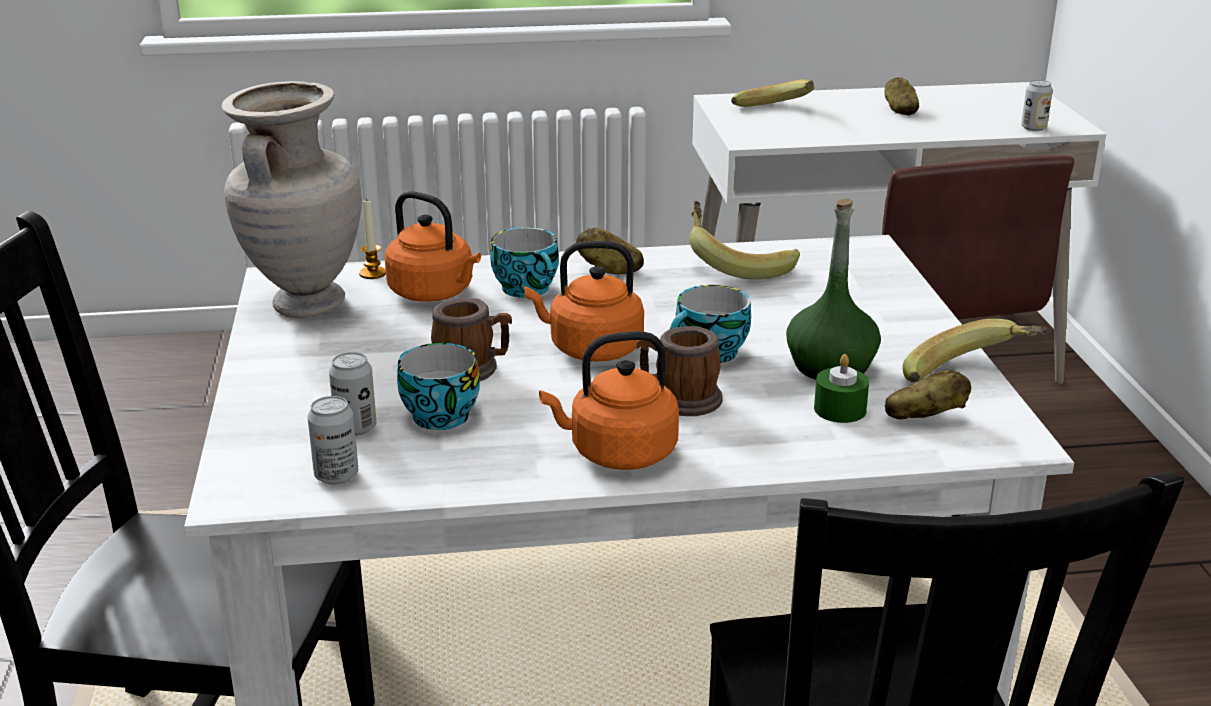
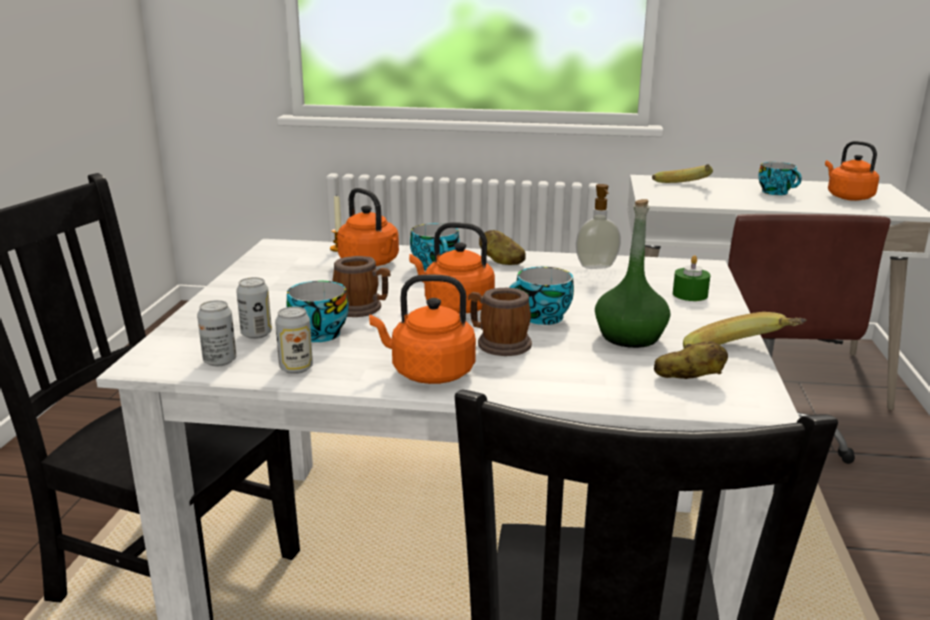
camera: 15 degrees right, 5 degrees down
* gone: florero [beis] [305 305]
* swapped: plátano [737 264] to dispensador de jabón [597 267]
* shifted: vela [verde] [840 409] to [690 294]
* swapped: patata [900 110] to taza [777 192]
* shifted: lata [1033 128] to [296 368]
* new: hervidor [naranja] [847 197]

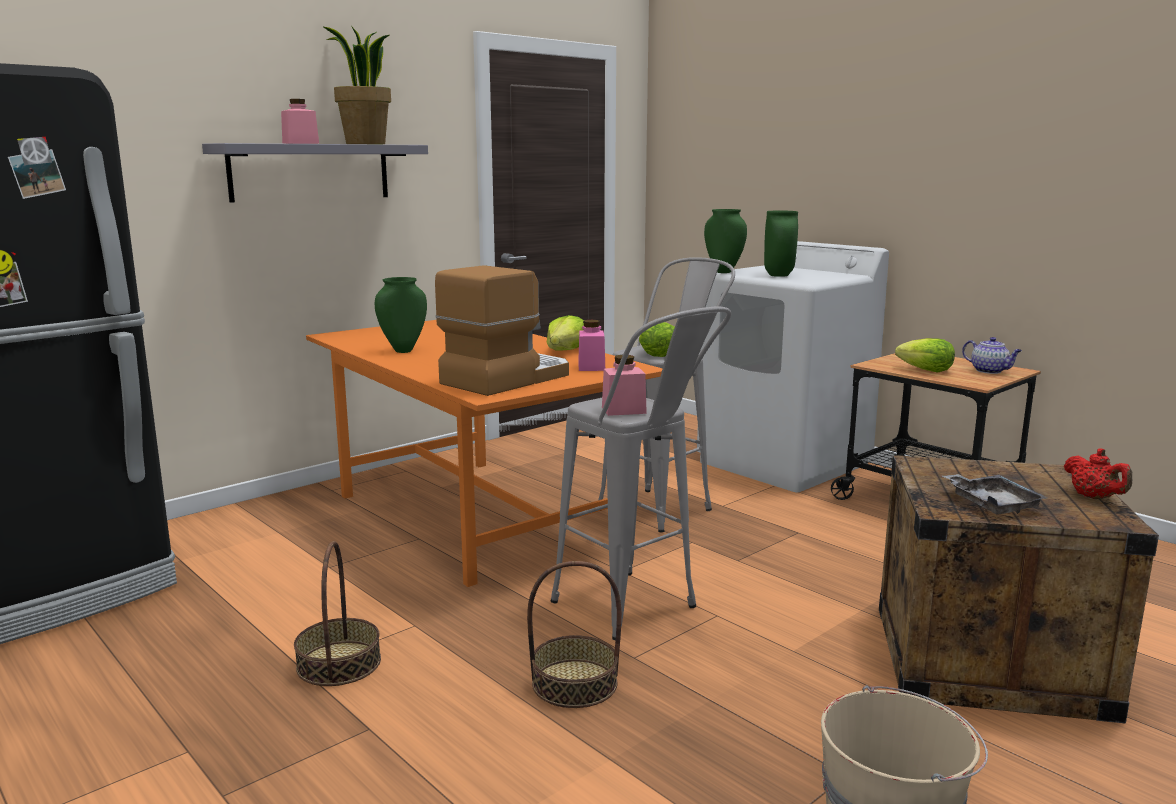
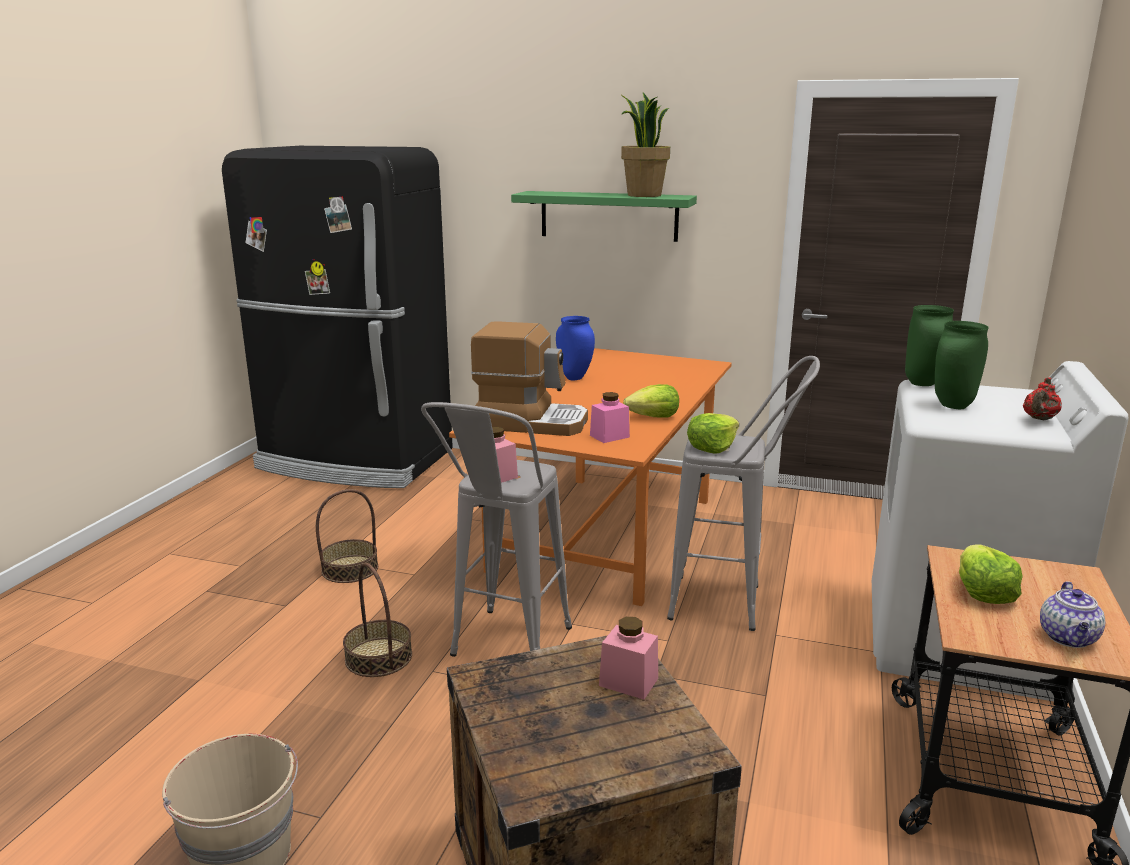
camera: 60 degrees right, 5 degrees up
* repainted: estante [gris] [310 172] to estante [verde] [608 216]
* shifted: tarro [rosa] [300 143] to [628 682]
* repainted: florero [verde] [403 351] to florero [azul] [574 378]
* gone: bandeja [gris] [992 504]
* shifted: tetera [rojo] [1094 498] to [1039 419]

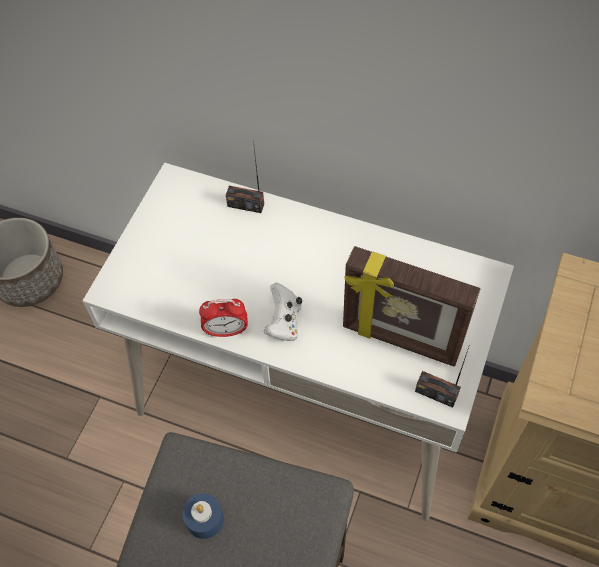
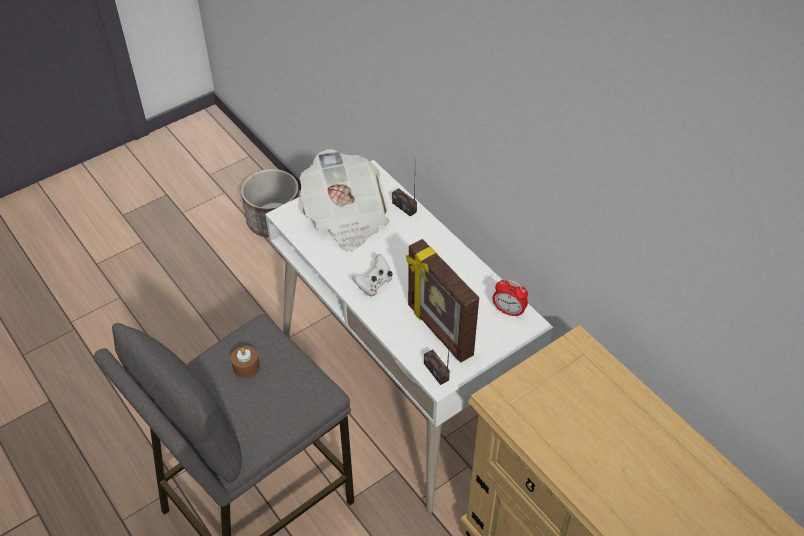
camera: 30 degrees right, 10 degrees down
* repainted: vela [azul] [204 519] to vela [marrón] [246 367]
* shifted: despertador [226 331] to [508 311]
* new: periódico [345 217]

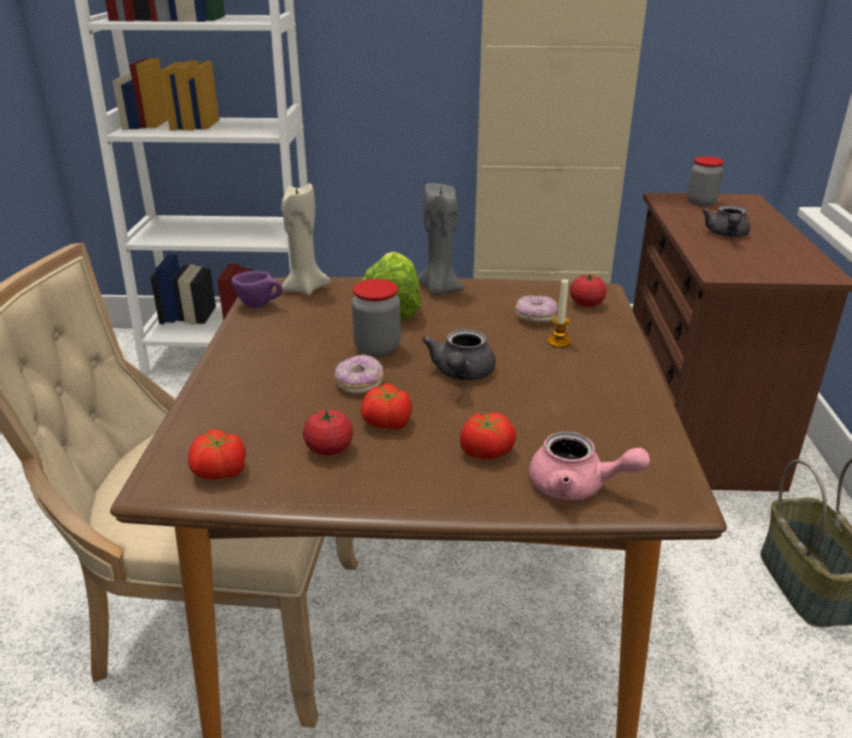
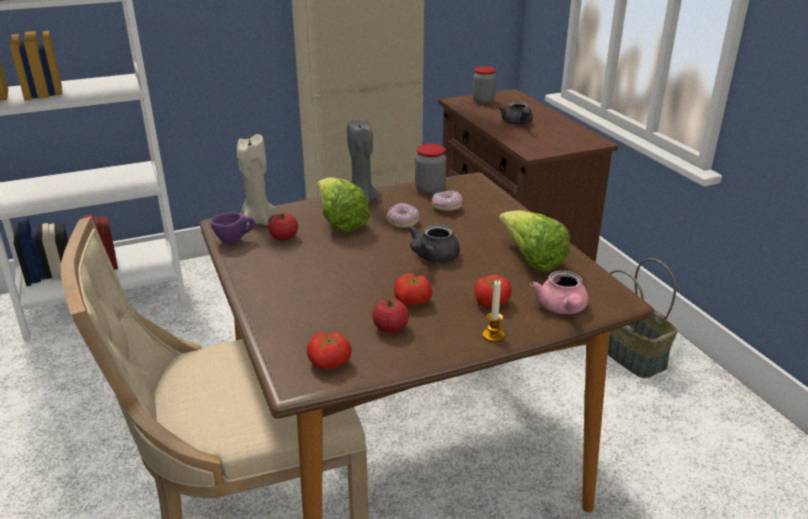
camera: 25 degrees left, 0 degrees up
* shifted: rosquilla [359 384] to [402 222]
* shifted: tarro [377 348] to [430 190]
* rotated: tetera [gris] [461 374] = [432 257] 45 degrees clockwise
* rotated: tetera [rosa] [577 487] = [562 309] 90 degrees clockwise
* shifted: vela [559 342] to [493 335]
* shifted: tomate [586 304] to [284 237]
* new: lechuga [531 259]

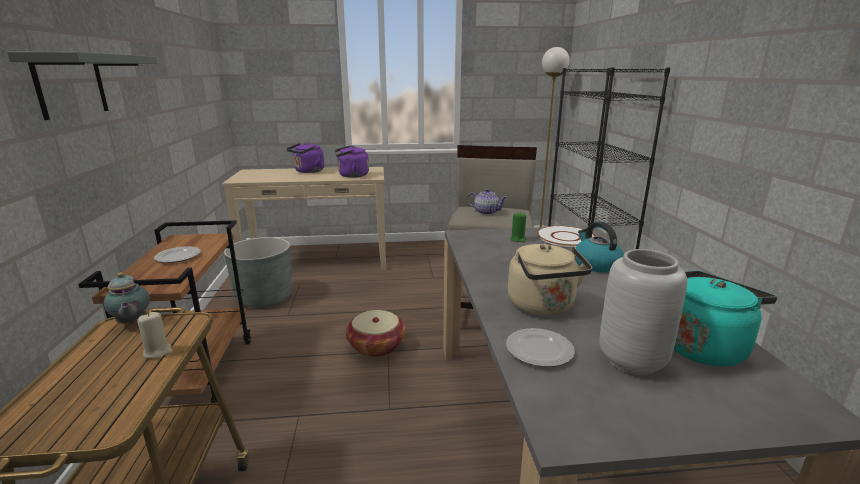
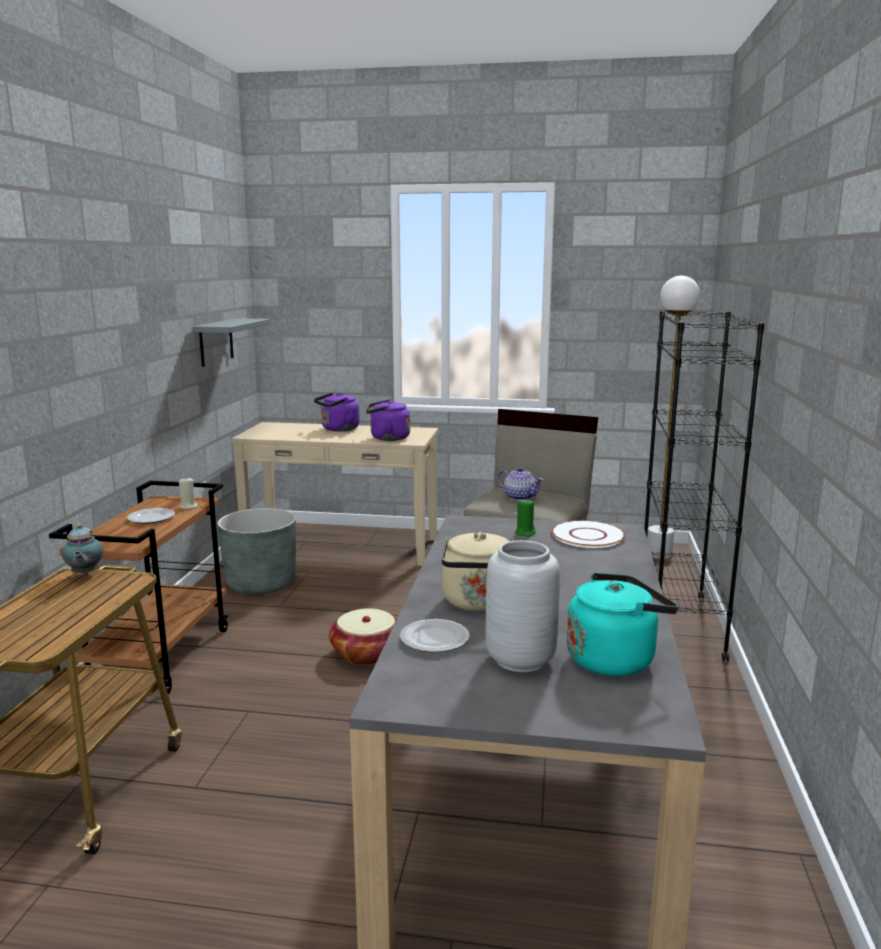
camera: 15 degrees right, 5 degrees down
* shifted: estante [gris] [71 85] to [216 342]
* shifted: vela [beis] [158 352] to [188 506]
* gone: hervidor [596 264]

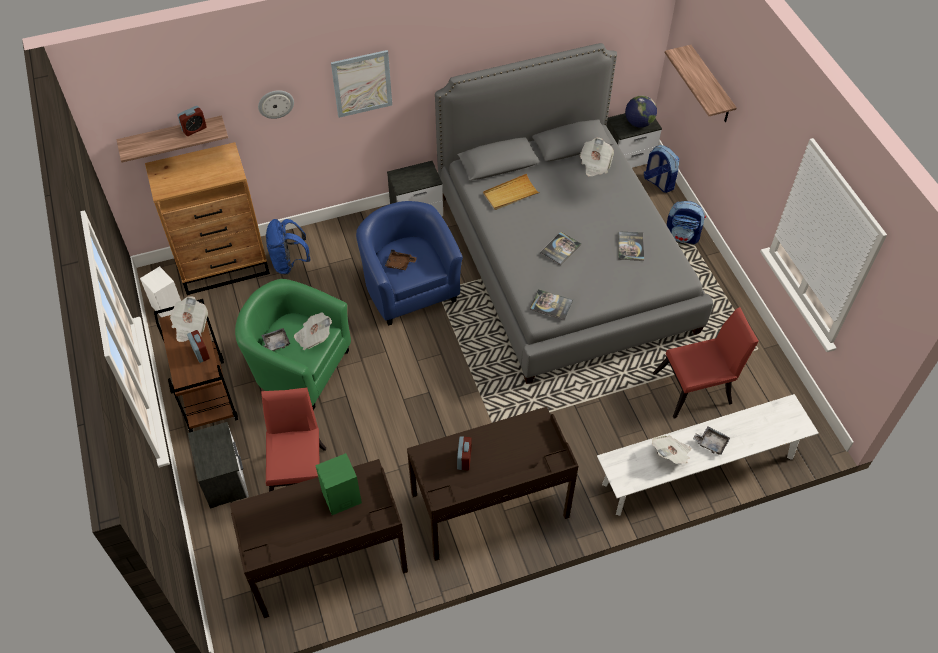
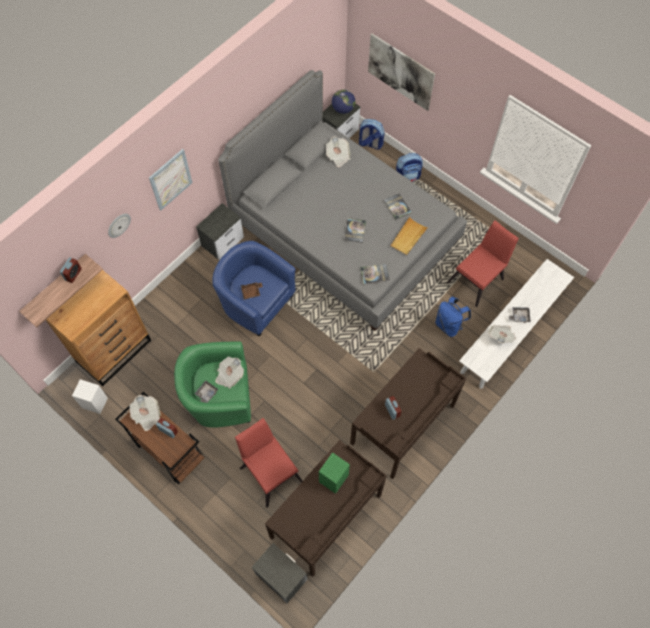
camera: 30 degrees left, 10 degrees up
* shifted: mesita de noche [224 478] to [280 576]
* shifted: mochila [azul] [289 263] to [449 325]
* shifted: bandeja [beis] [510 194] to [408 237]
* swapped: estante [710 86] to cuadro [400 72]

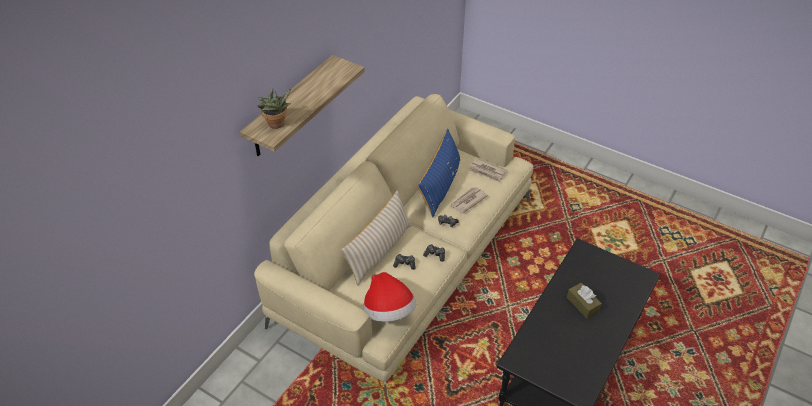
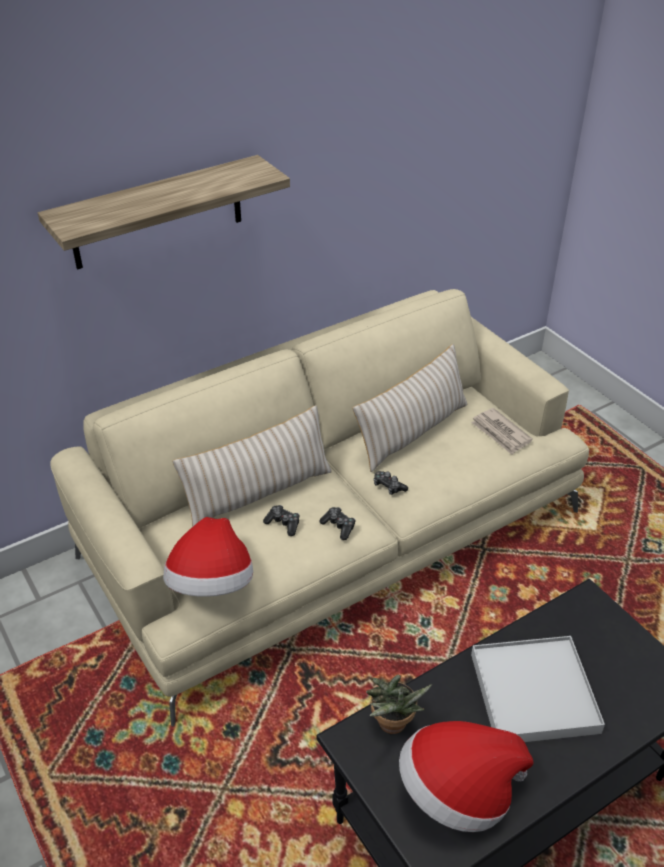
camera: 25 degrees right, 5 degrees down
* shifted: planta en maceta [277 125] to [392 726]
* repainted: cojín [azul] [440 186] to cojín [beis] [412 432]
* gone: periódico [467 201]
* swapped: caja de pañuelos [marrón] [582 304] to bandeja [blanco] [533 692]
* new: sombrero [458 792]

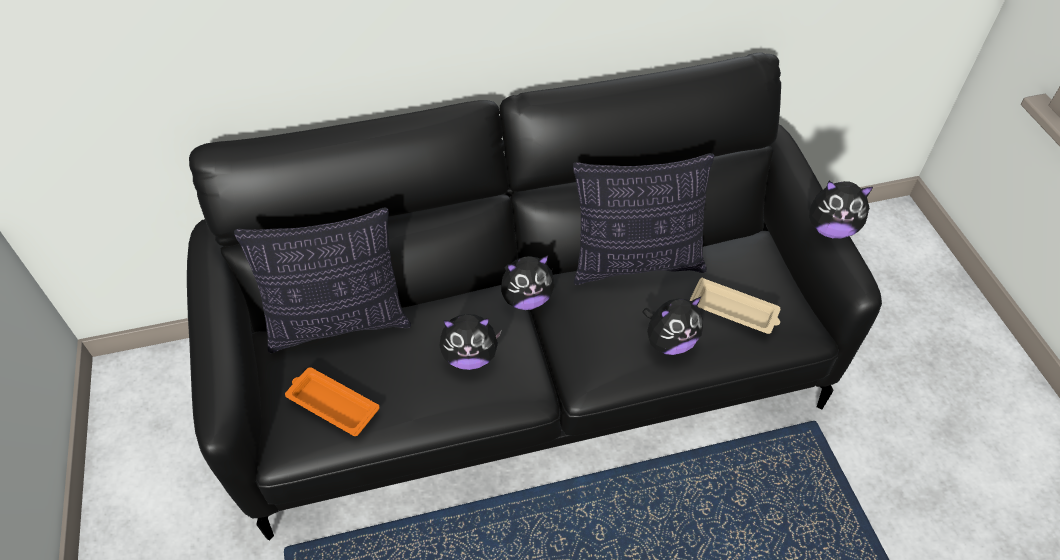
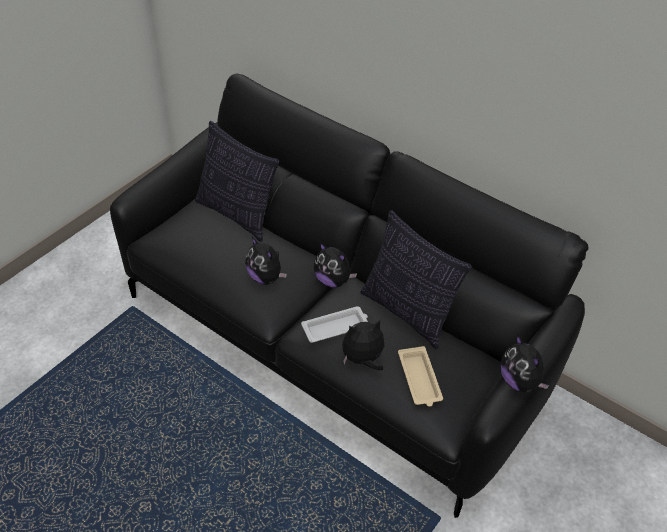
camera: 50 degrees right, 5 degrees down
* gone: bandeja [naranja] [331 404]
* rotated: peluche [669 342] = [363 360] 135 degrees clockwise
* new: bandeja [blanco] [336 327]

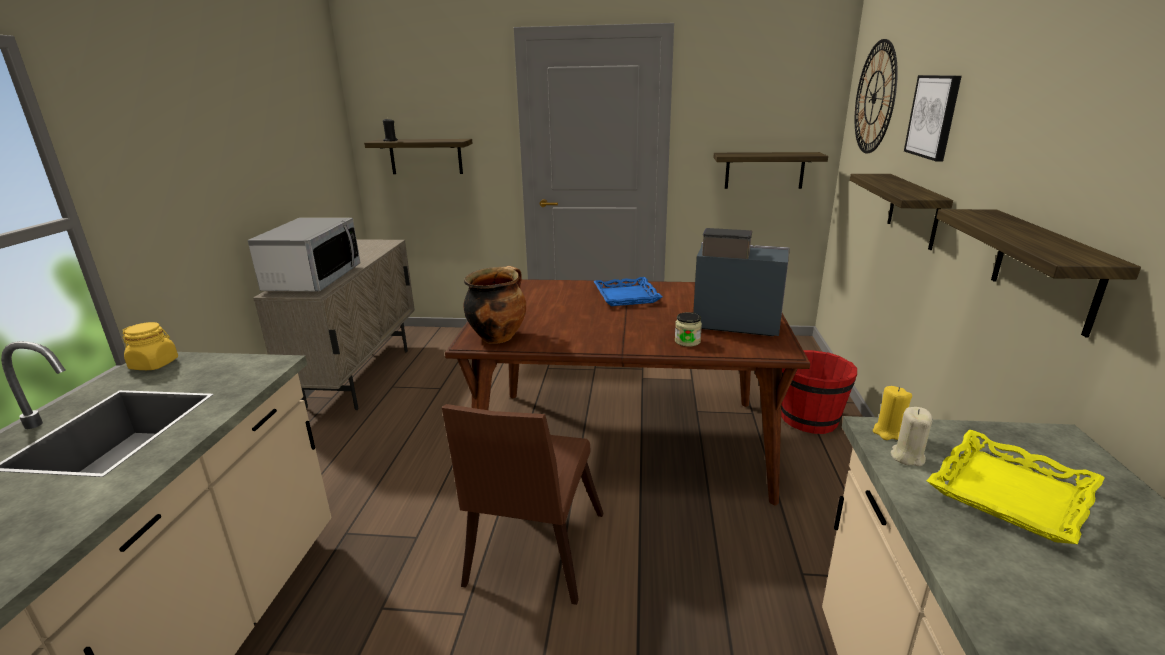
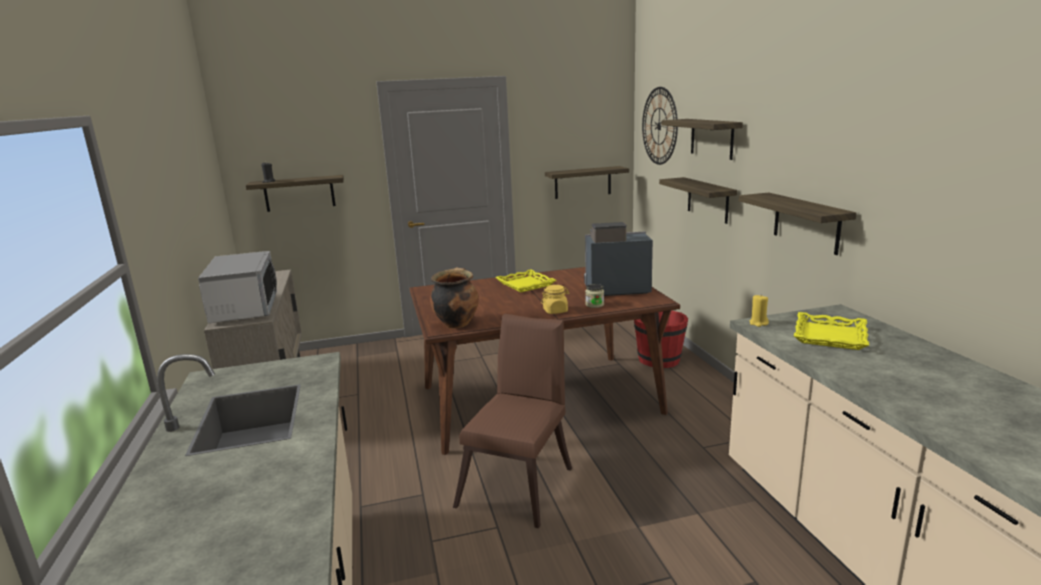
camera: 20 degrees left, 5 degrees down
* shifted: tarro [amarillo] [154 364] to [555 311]
* rotated: silla [marrón] [531 555] = [520 482] 150 degrees counterclockwise
* repainted: bandeja [azul] [626 296] to bandeja [amarillo] [525 284]
* gone: vela [beis] [907 457]
* swapped: cuadro [933 116] to estante [711 138]

